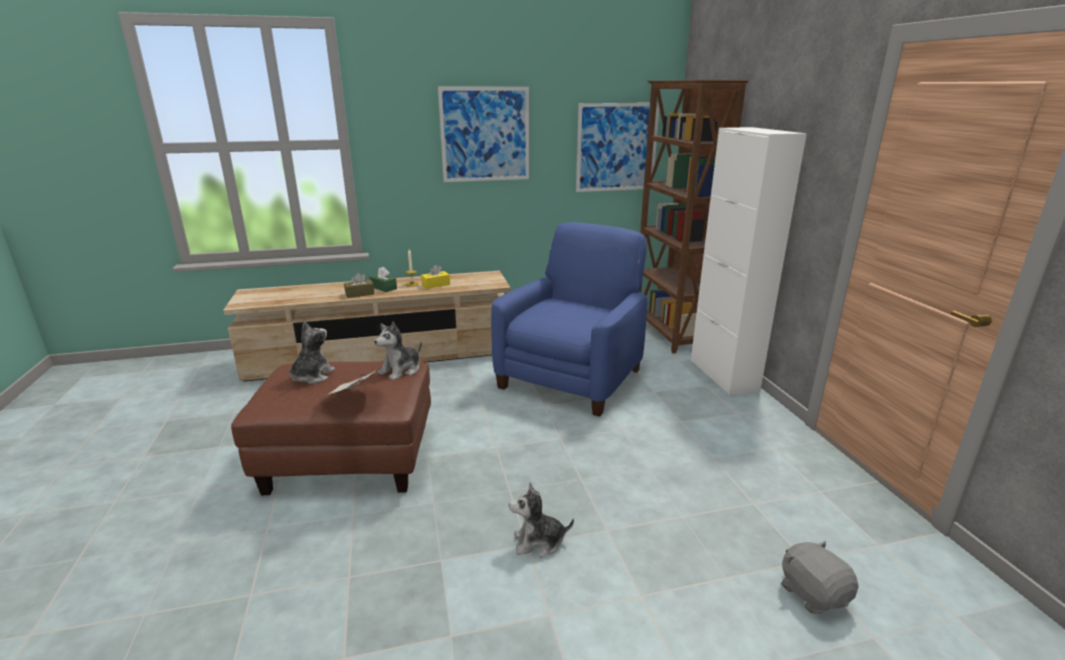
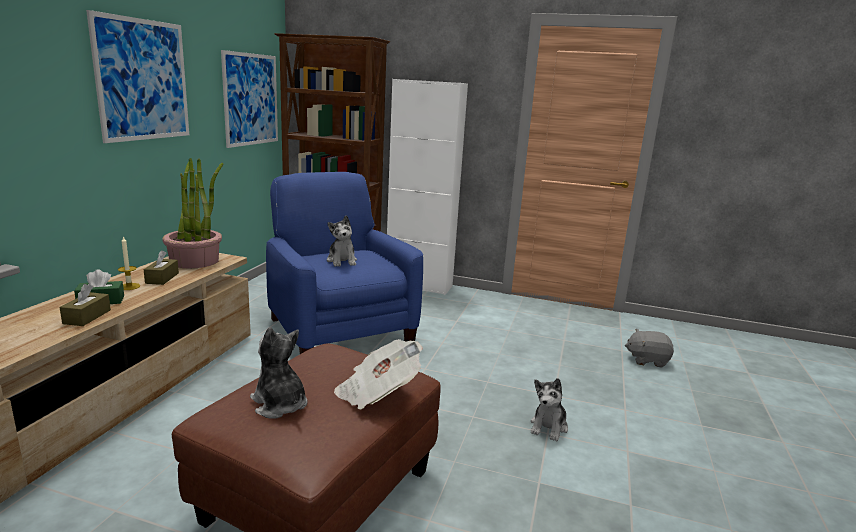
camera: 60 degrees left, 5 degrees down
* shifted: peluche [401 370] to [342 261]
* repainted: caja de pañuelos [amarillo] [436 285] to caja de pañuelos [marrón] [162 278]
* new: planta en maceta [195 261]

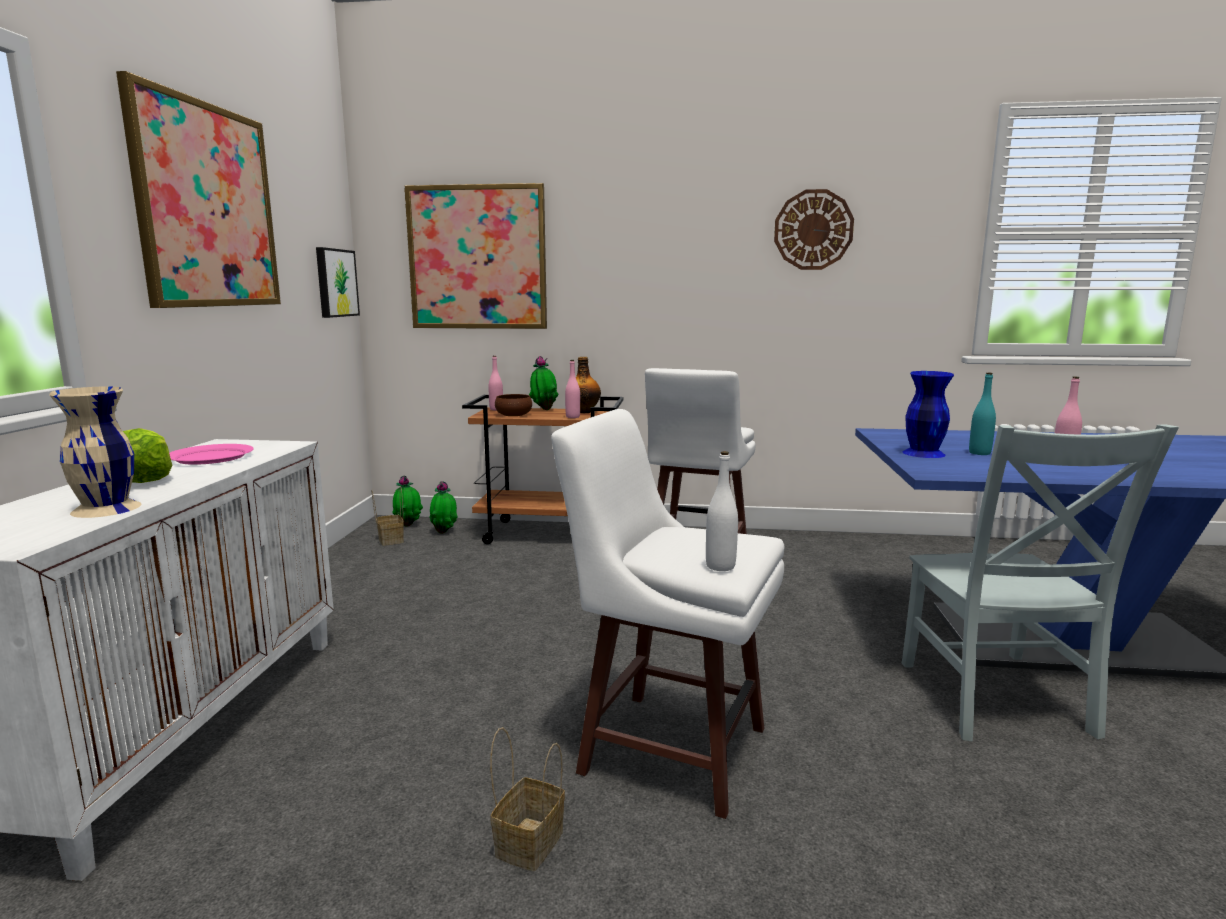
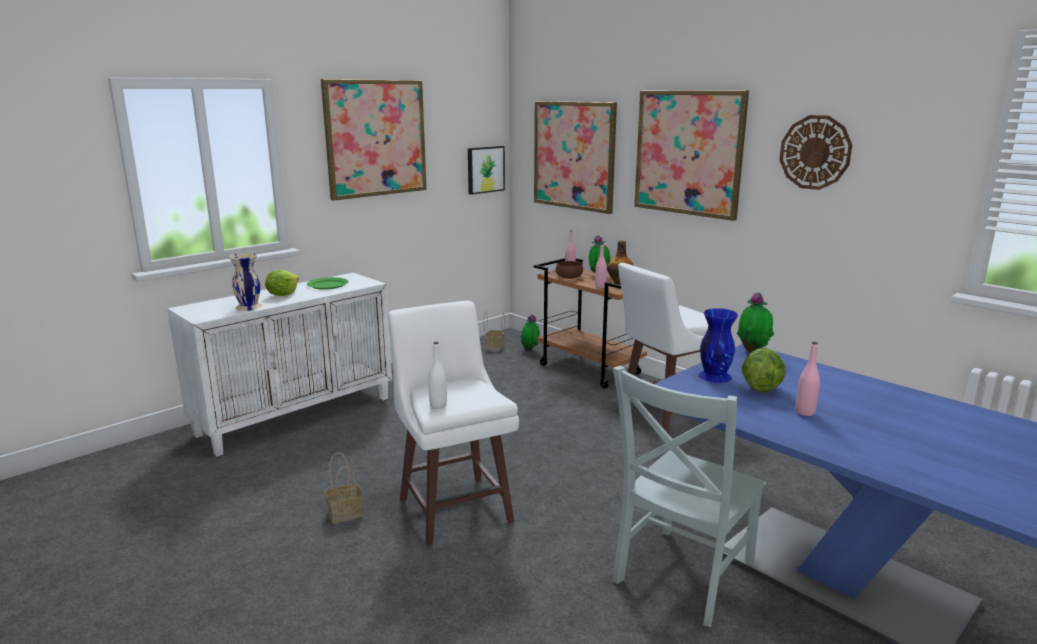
camera: 40 degrees right, 5 degrees up
* repainted: plato [rosa] [210 457] to plato [verde] [327 285]
* shifted: planta en maceta [408 525] to [753 351]
* swapped: botella [turquesa] [979 453] to lechuga [760 387]
* new: cuadro [688 153]

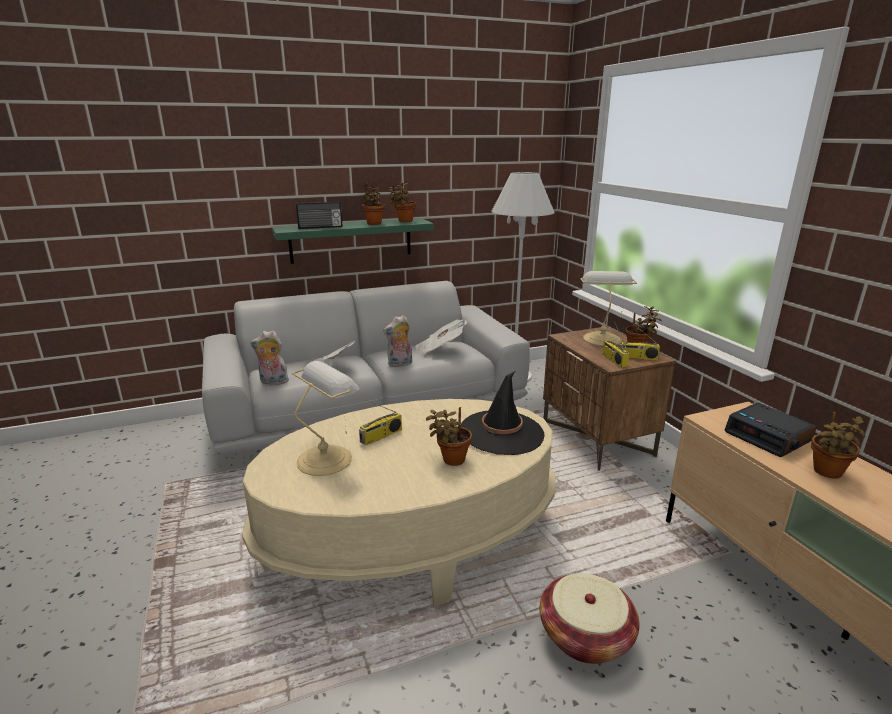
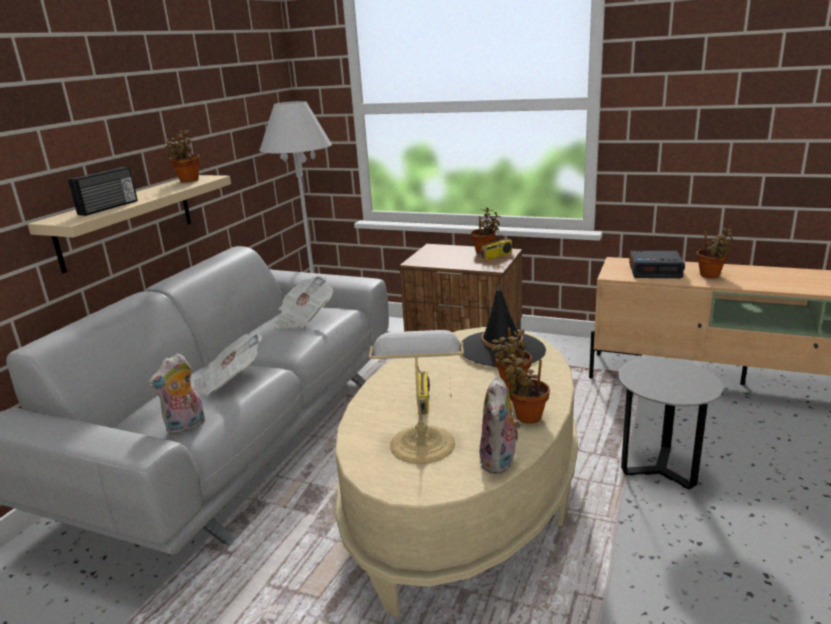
camera: 45 degrees left, 0 degrees up
* repainted: estante [verde] [351 240] to estante [beis] [127 221]
* shifted: planta en maceta [374 223] to [525 416]
* shifted: peluche [400 364] to [500 462]
* swapped: cesta [585 636] to mesa auxiliar [gris] [660 470]
* gone: lámpara de mesa [601 338]
* gone: radio [613 360]

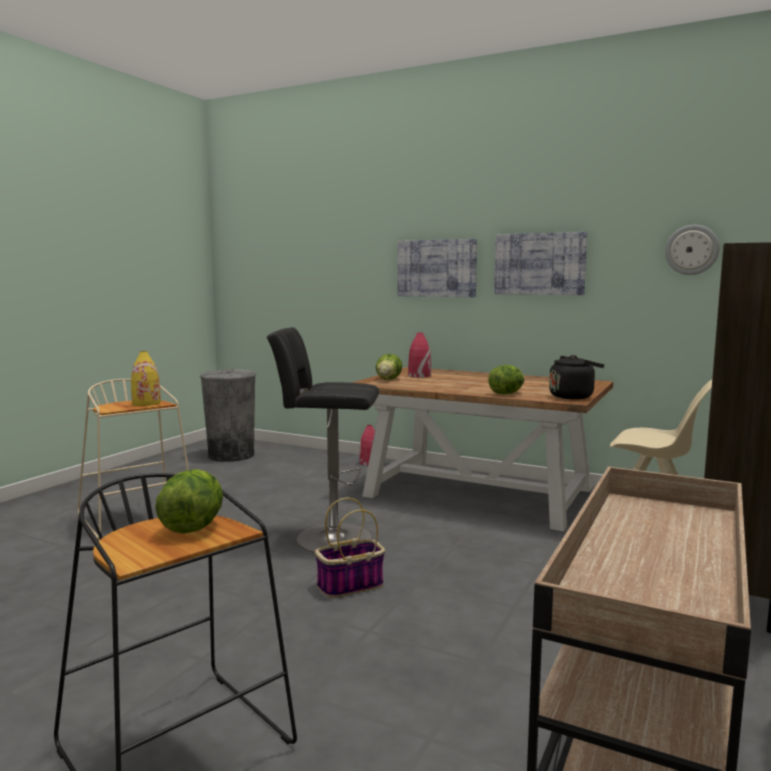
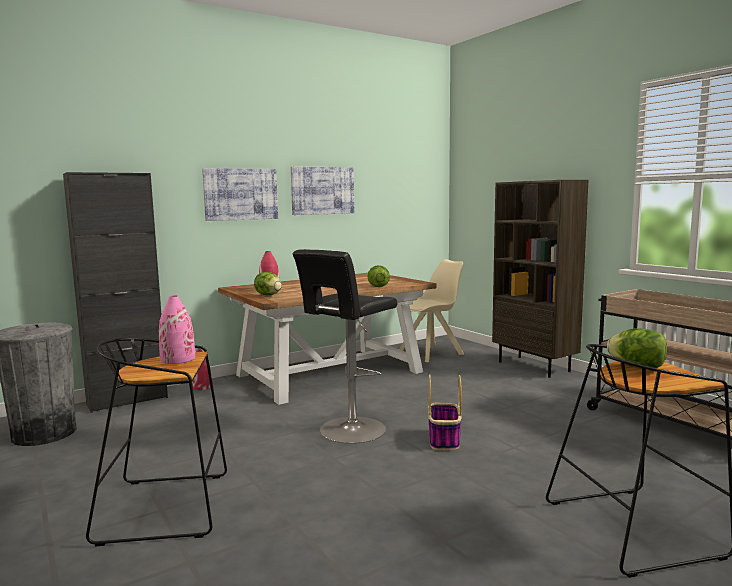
camera: 60 degrees left, 0 degrees up
* repainted: taburete [beis] [138 518] to taburete [negro] [168 506]
* repainted: florero [amarillo] [147 403] to florero [rosa] [178 359]
* gone: hervidor [negro] [573 396]
* gone: reloj de pared [691 250]
* new: armario [negro] [127 400]

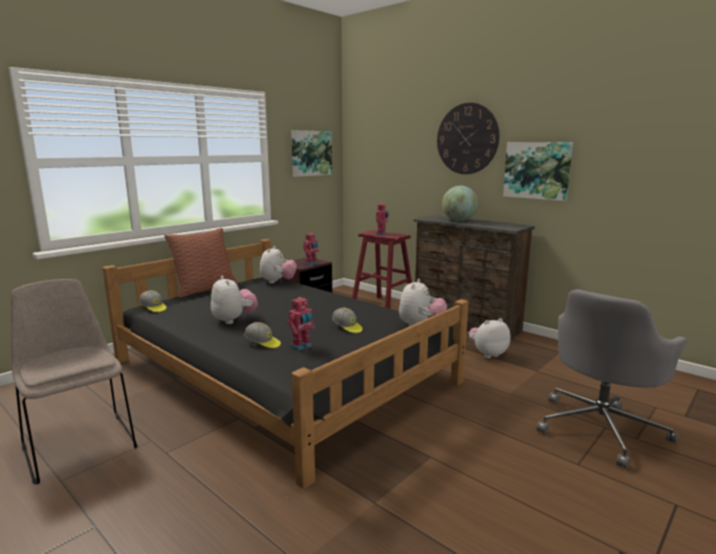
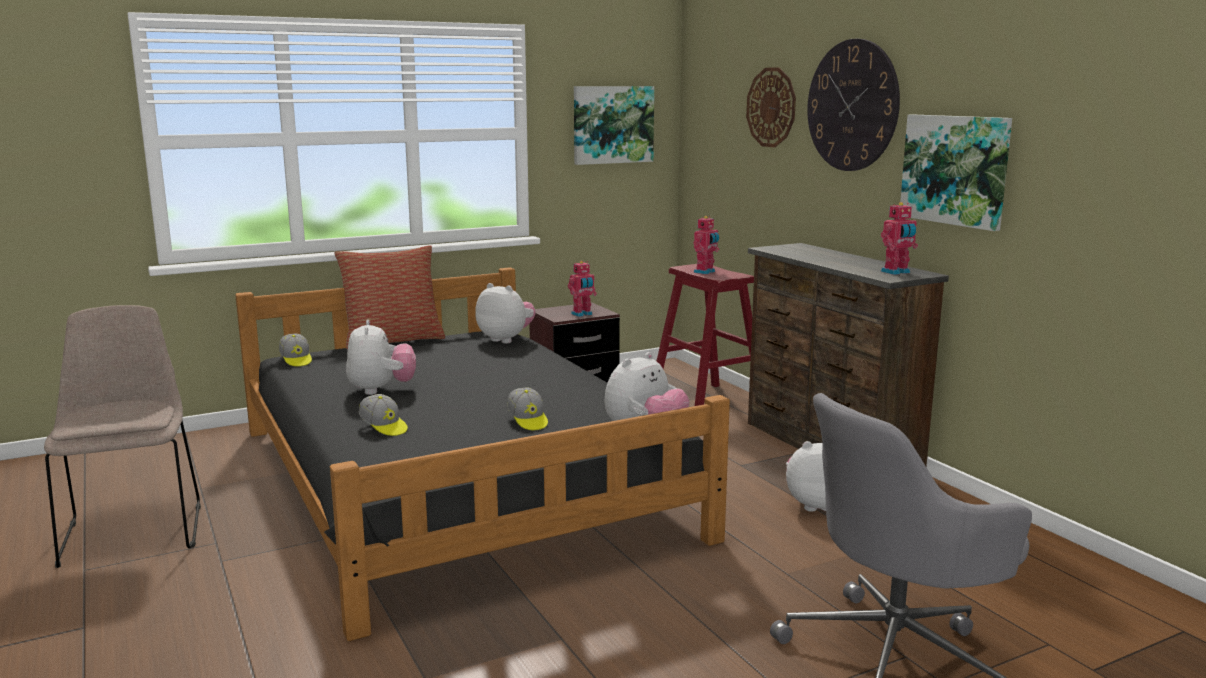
camera: 20 degrees right, 0 degrees up
* rotated: peluche [278 282] = [506 339] 90 degrees counterclockwise
* shifted: robot de juguete [301 346] to [896 272]
* gone: globo terráqueo [458 220]
* new: reloj de pared [771 107]

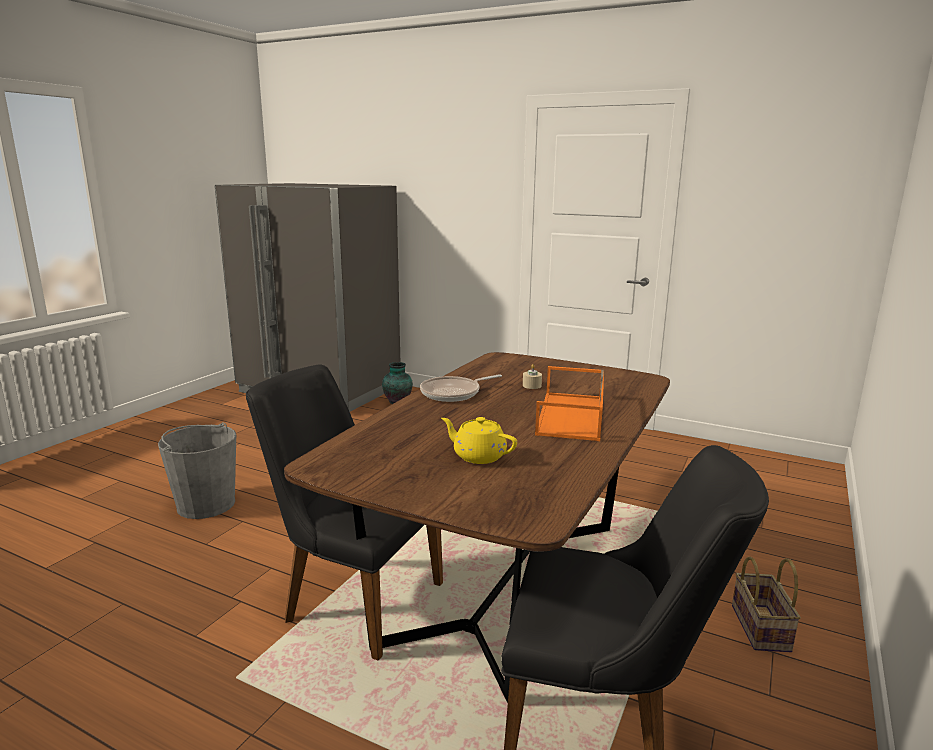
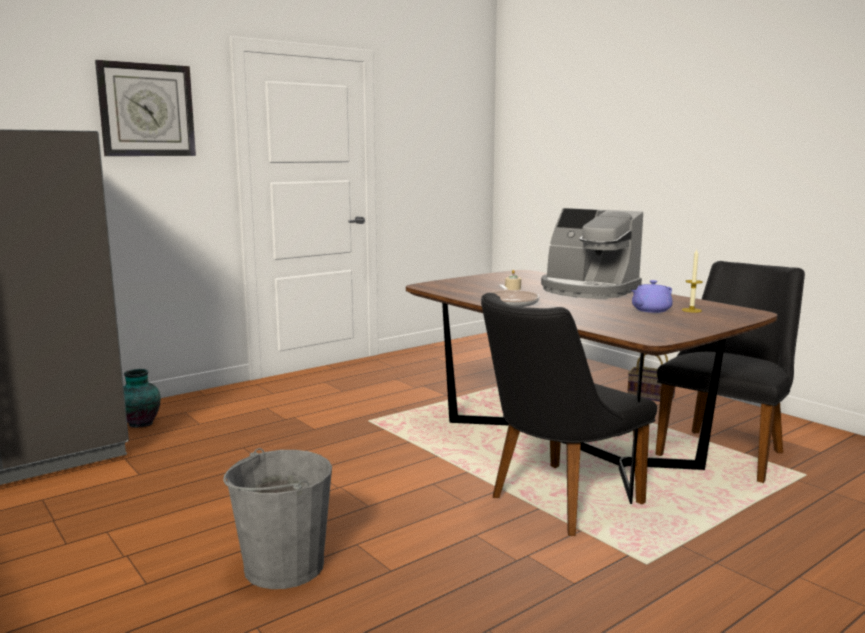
camera: 65 degrees left, 5 degrees down
* repainted: tetera [amarillo] [478 456] to tetera [morado] [650 310]
* swapped: bandeja [naranja] [572 416] to cafetera [587 290]
* new: reloj de pared [146 110]
* new: vela [691 310]

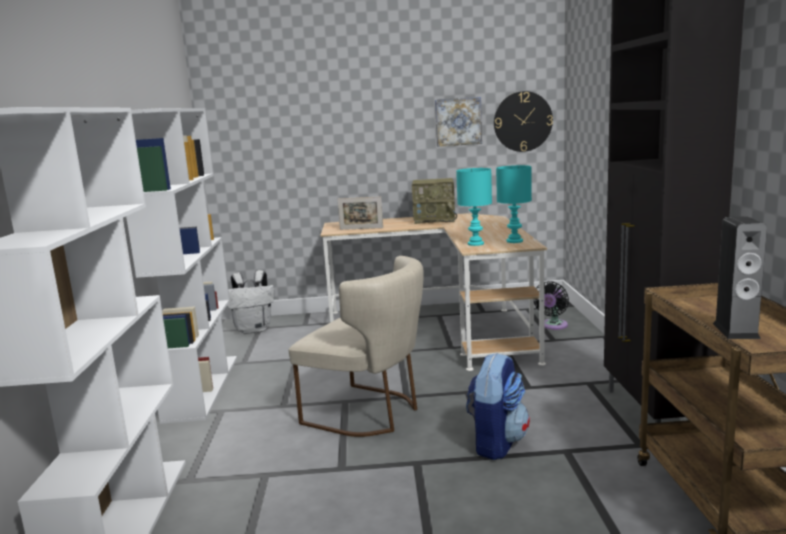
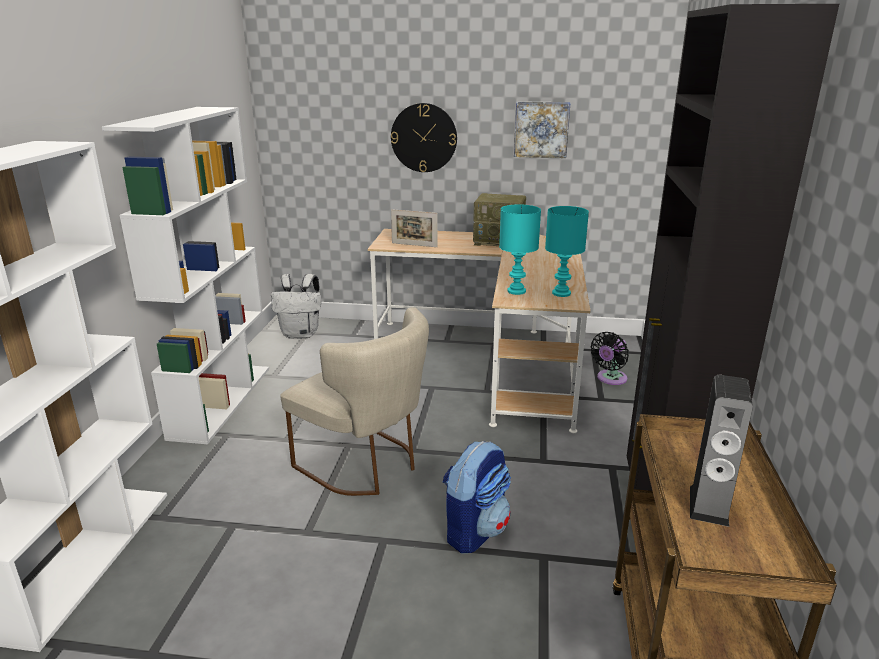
camera: 10 degrees right, 10 degrees up
* shifted: reloj de pared [522 121] to [424 138]

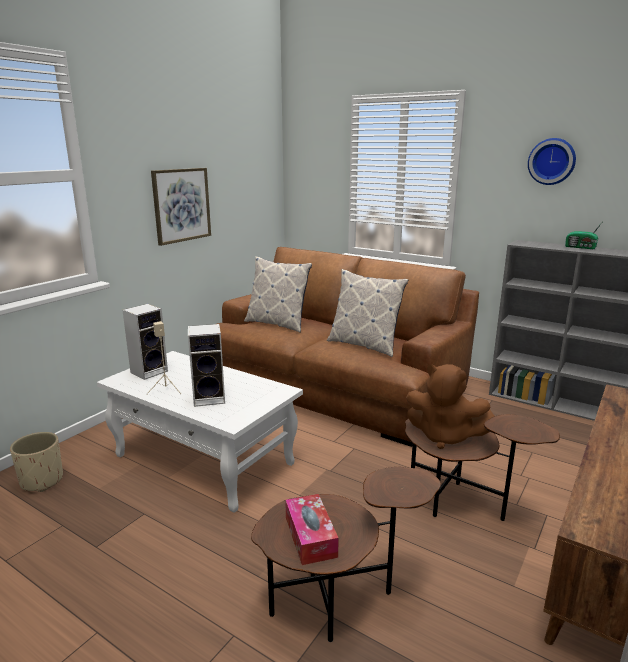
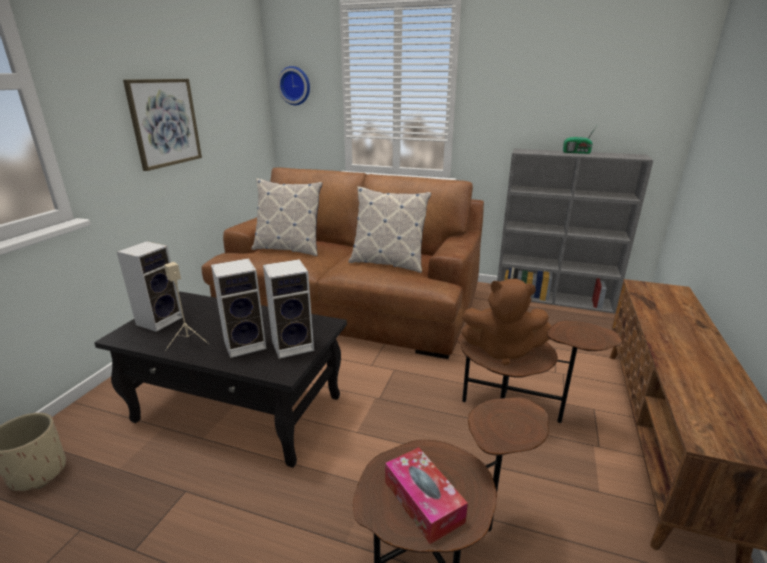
camera: 15 degrees left, 5 degrees up
* repainted: mesa de centro [blanco] [205 459] to mesa de centro [negro] [240 408]
* shifted: reloj de pared [552 161] to [295 86]
* new: altavoz [294 345]

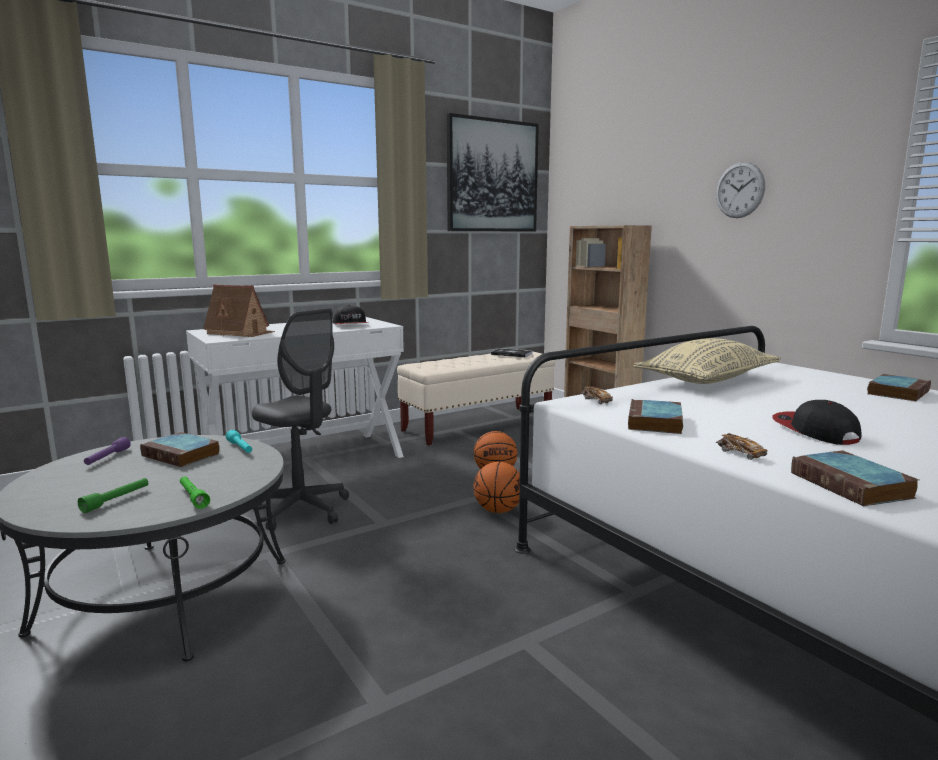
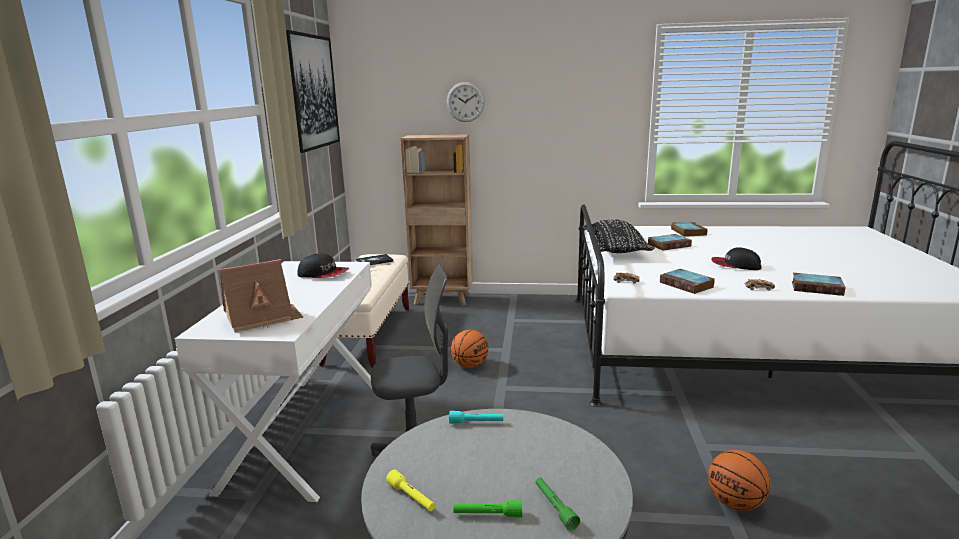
camera: 50 degrees left, 5 degrees up
* repainted: linterna [morado] [107 458] to linterna [amarillo] [411 497]
* shifted: libro [182 455] to [669 245]
* shifted: linterna [verde] [193 497] to [487 515]
* shifted: balón de baloncesto [498 510] to [735 503]
* repainted: cojín [beis] [707 380] to cojín [negro] [615 249]
* shifted: reloj de pared [740 190] to [465 102]

